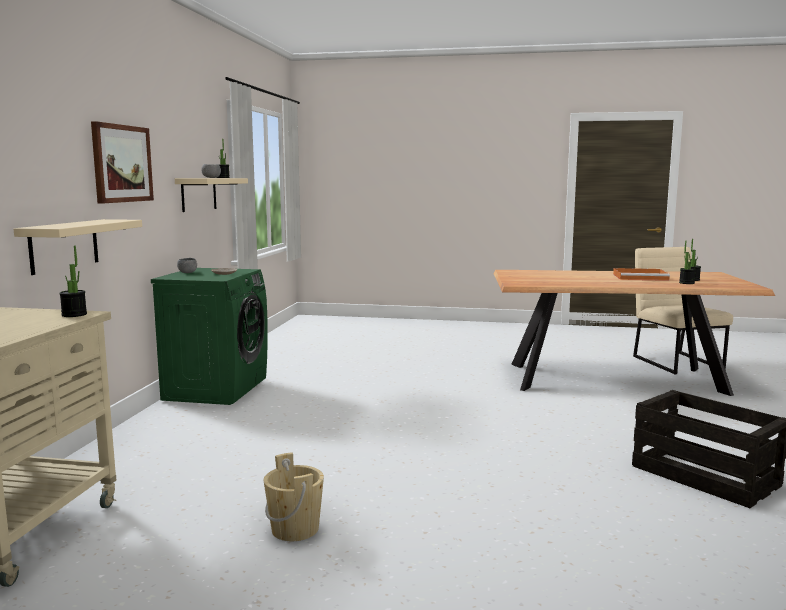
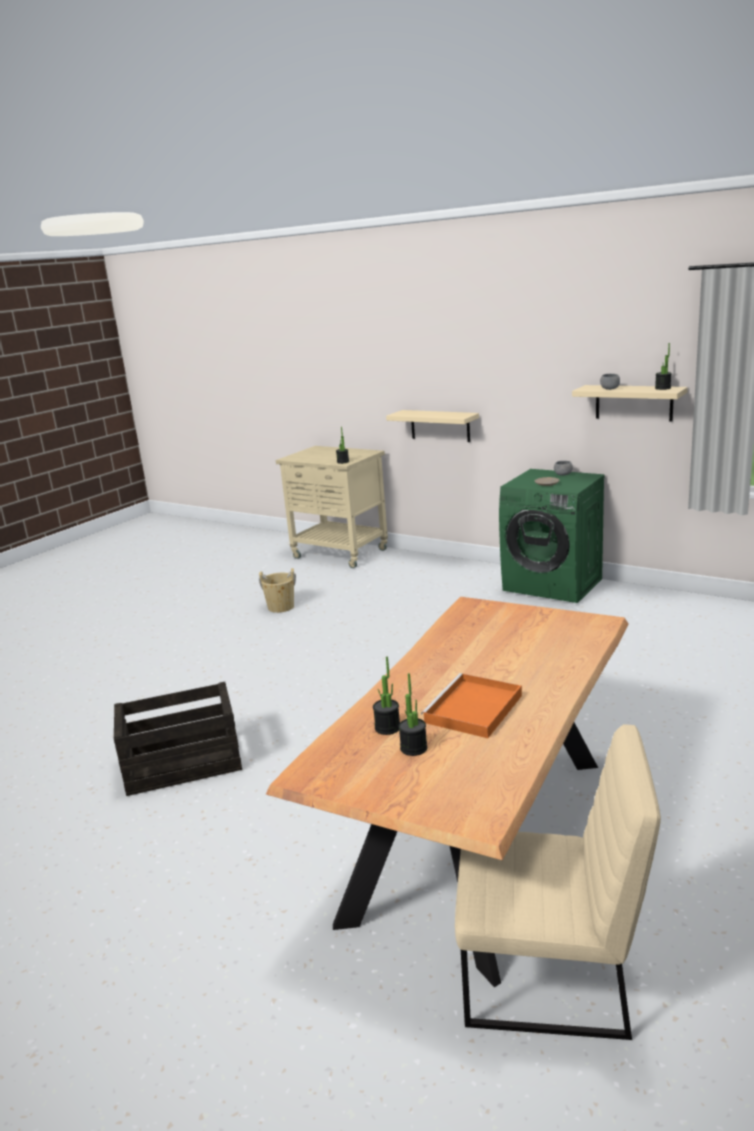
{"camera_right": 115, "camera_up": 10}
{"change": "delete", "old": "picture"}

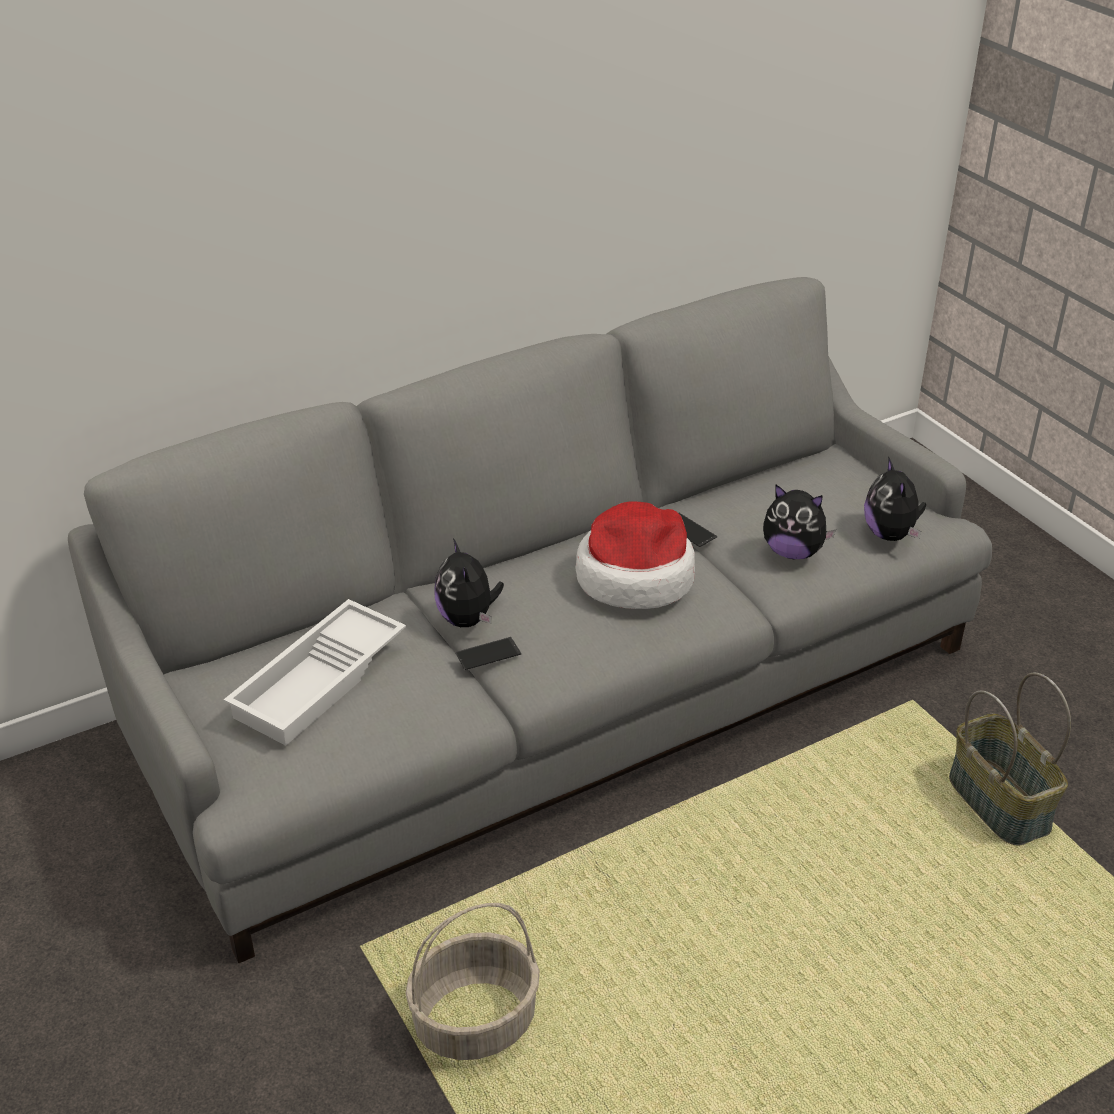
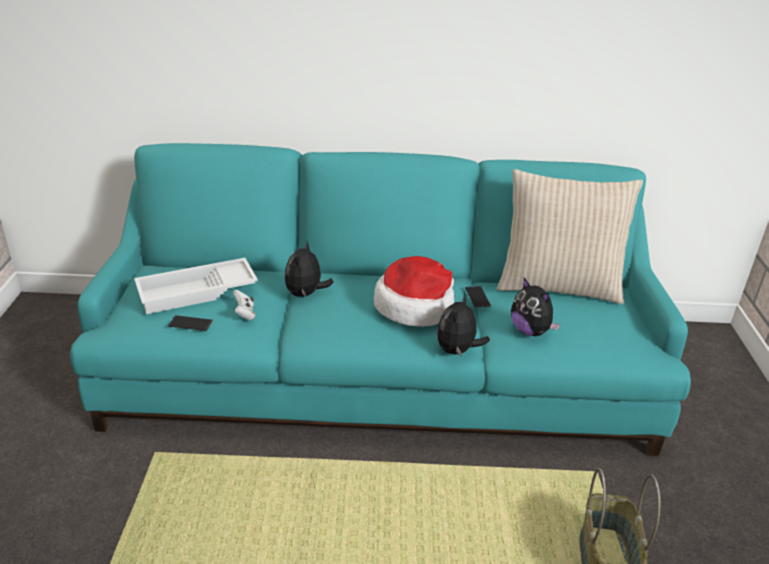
{"camera_right": 30, "camera_up": -5}
{"change": "recolor", "old": "grey sofa", "new": "turquoise sofa"}
{"change": "delete", "old": "basket (1st from left)"}
{"change": "move", "old": "phone (1st from left)"}
{"change": "move", "old": "plush toy (3rd from left in the first image)", "new": "plush toy (2nd from left)"}
{"change": "insert", "new": "white game controller"}
{"change": "insert", "new": "beige pillow"}

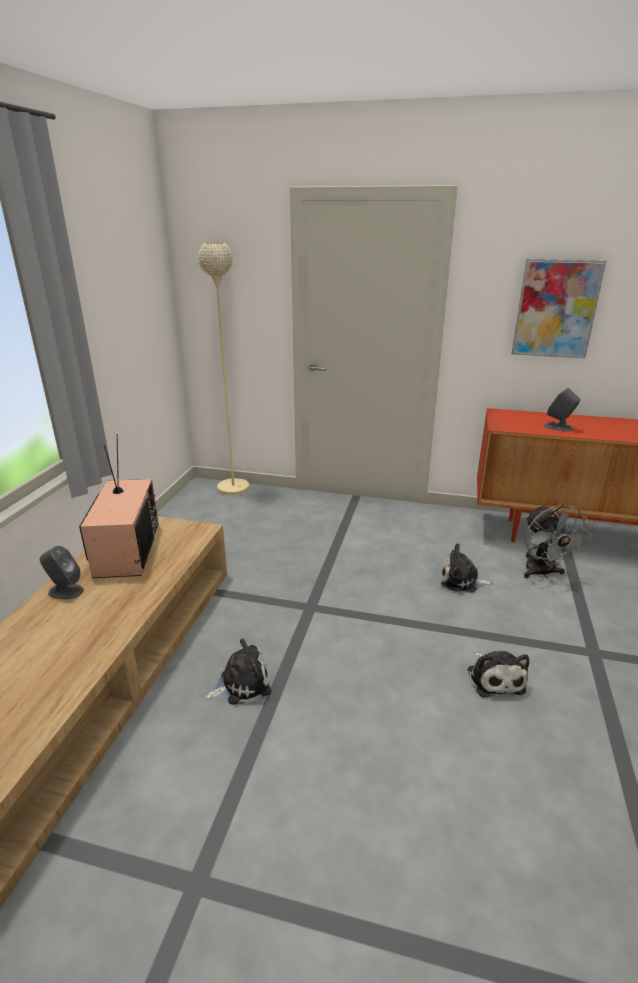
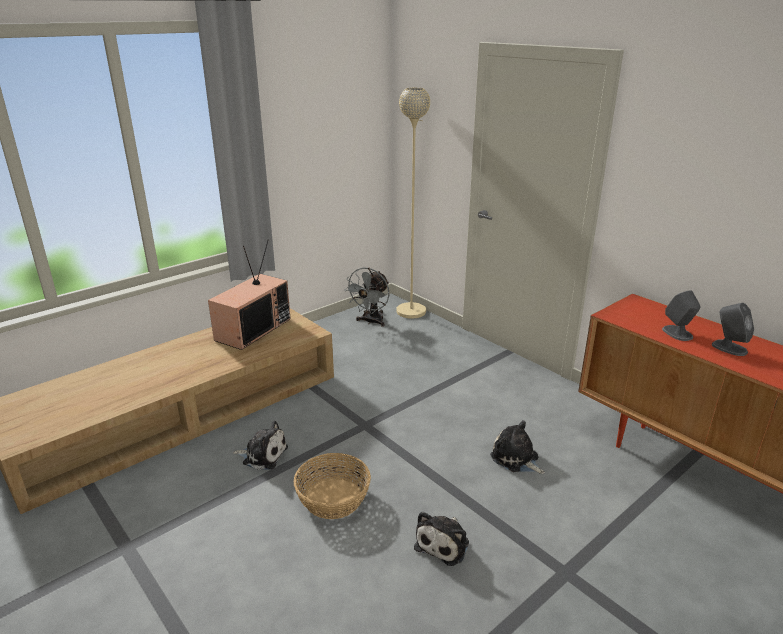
{"camera_right": 35, "camera_up": 0}
{"change": "move", "old": "grey speaker (1st from left in the first image)", "new": "grey speaker (2nd from left)"}
{"change": "delete", "old": "picture"}
{"change": "move", "old": "grey fan"}
{"change": "insert", "new": "basket"}

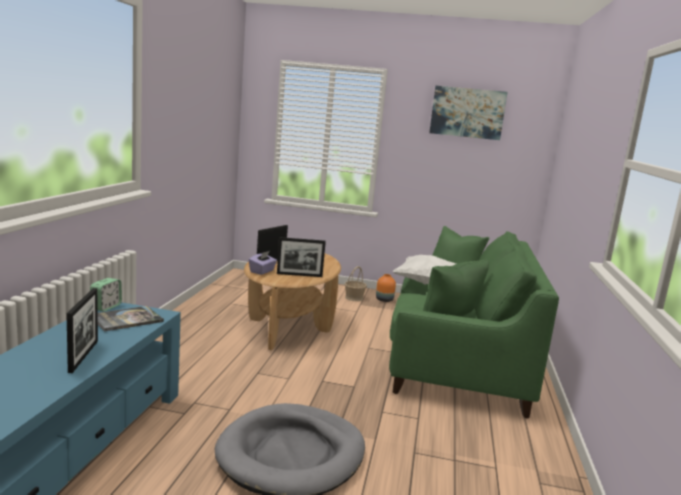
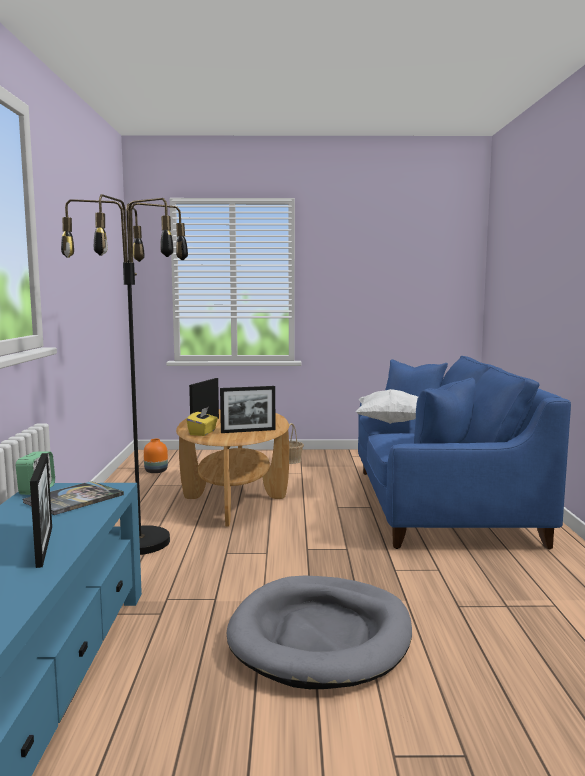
{"camera_right": -10, "camera_up": -5}
{"change": "recolor", "old": "purple tissue box", "new": "yellow tissue box"}
{"change": "move", "old": "orange vase"}
{"change": "recolor", "old": "green sofa", "new": "blue sofa"}
{"change": "delete", "old": "picture"}
{"change": "insert", "new": "floor lamp"}

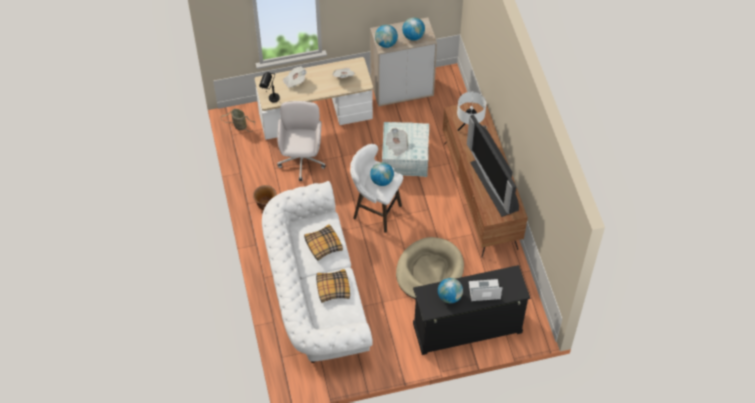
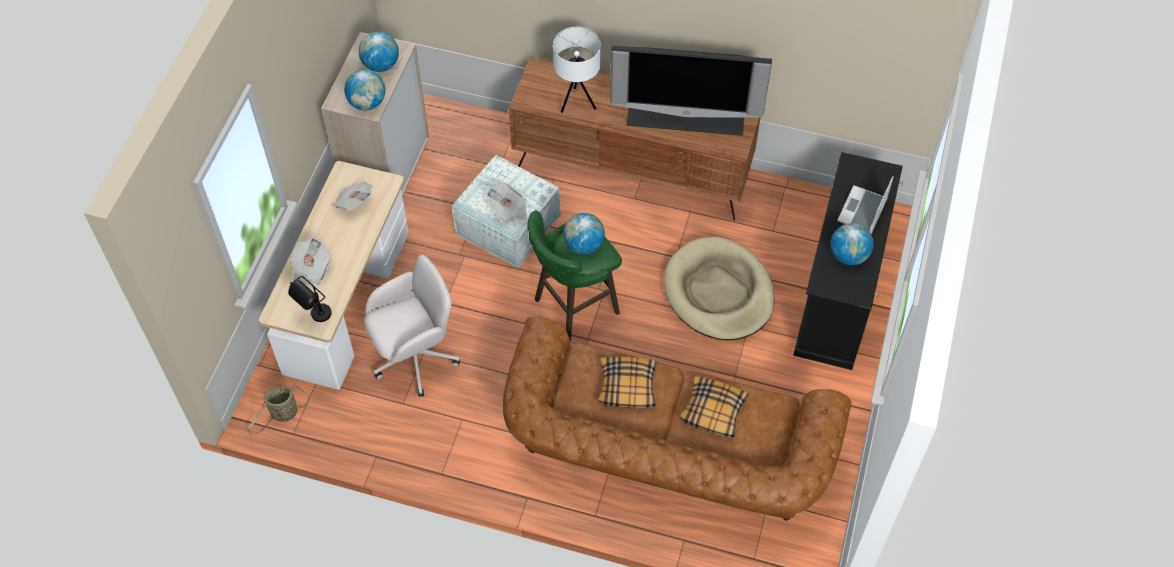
{"camera_right": -60, "camera_up": 0}
{"change": "delete", "old": "brown planter"}
{"change": "recolor", "old": "white sofa", "new": "brown sofa"}
{"change": "rotate", "old": "white office chair", "degrees": 120}
{"change": "recolor", "old": "white stool", "new": "green stool"}

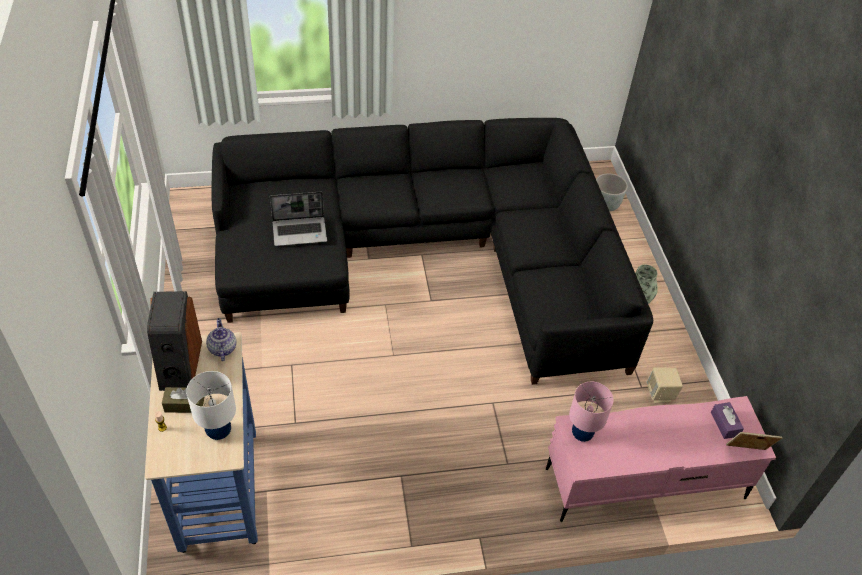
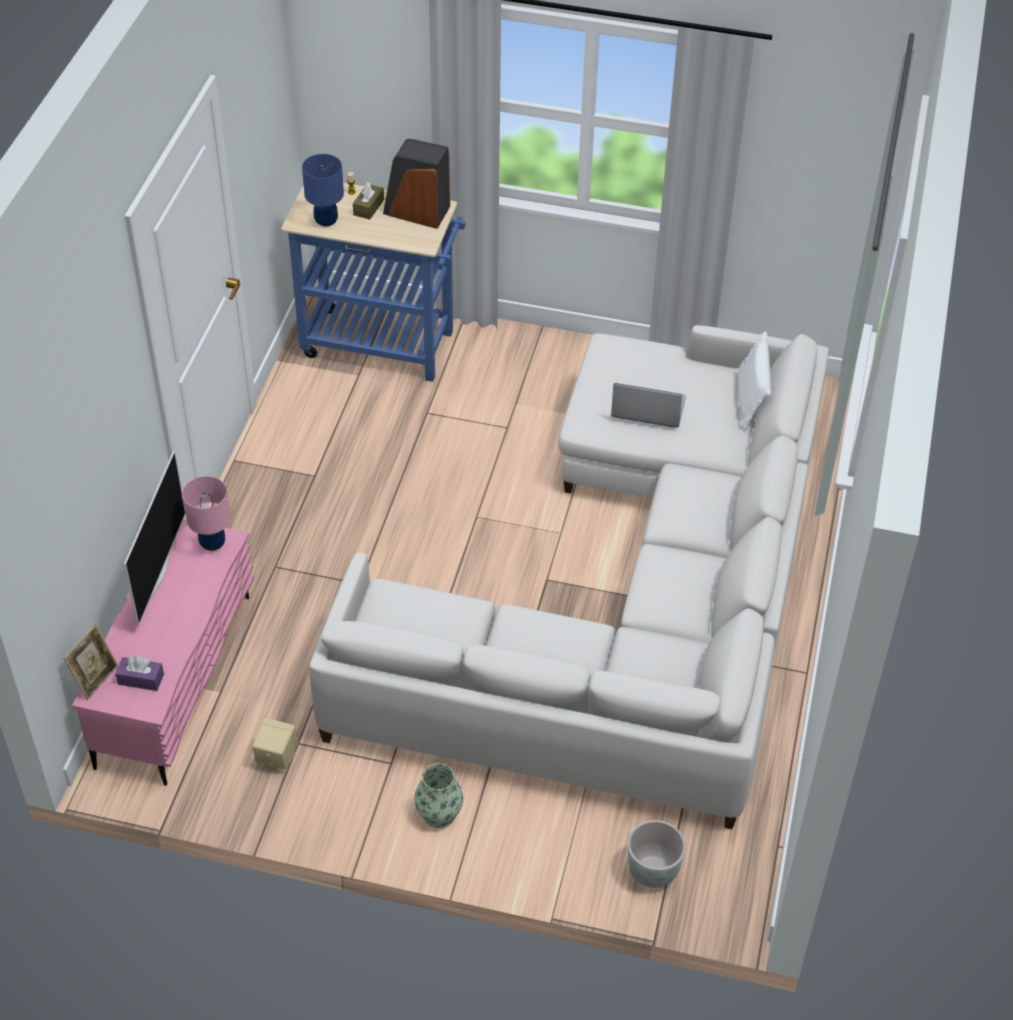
{"camera_right": 115, "camera_up": 0}
{"change": "recolor", "old": "white table lamp", "new": "blue table lamp"}
{"change": "delete", "old": "teapot"}
{"change": "recolor", "old": "black sofa", "new": "white sofa"}
{"change": "rotate", "old": "laptop", "degrees": 90}
{"change": "insert", "new": "television"}
{"change": "insert", "new": "white pillow"}

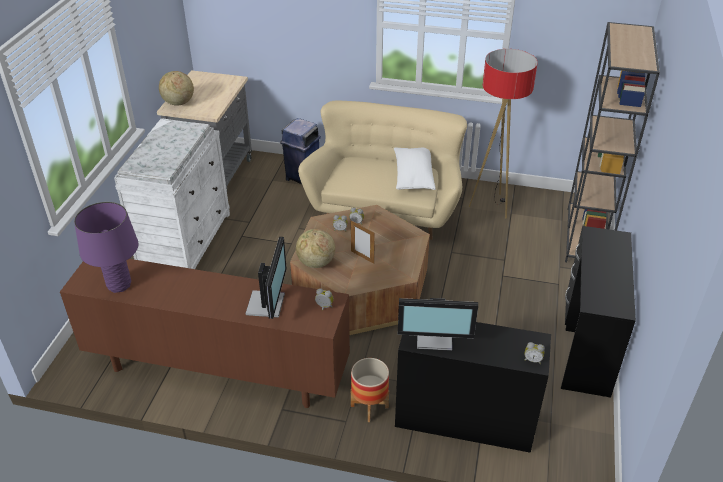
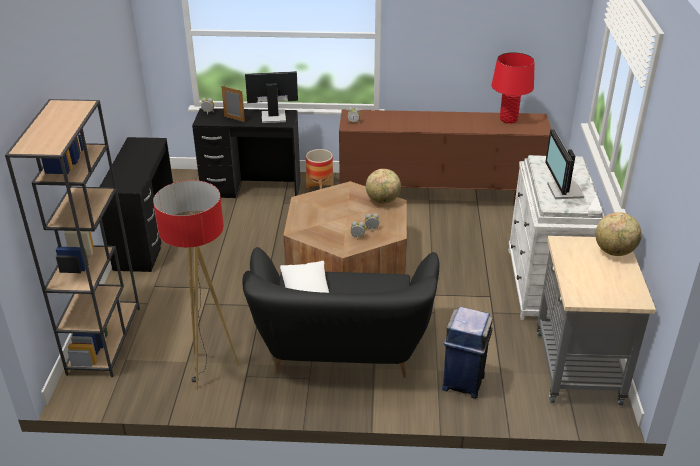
{"camera_right": 170, "camera_up": -5}
{"change": "recolor", "old": "purple table lamp", "new": "red table lamp"}
{"change": "move", "old": "monitor (1st from left in the first image)", "new": "monitor (2nd from left)"}
{"change": "recolor", "old": "beige sofa", "new": "black sofa"}
{"change": "move", "old": "picture frame"}

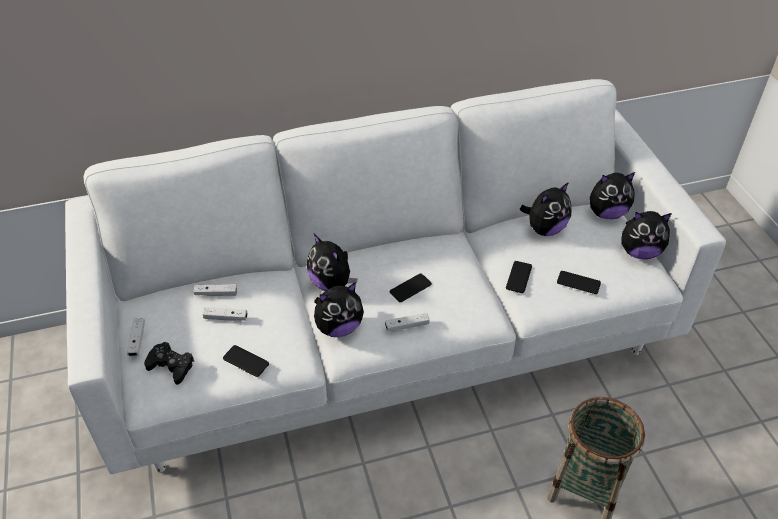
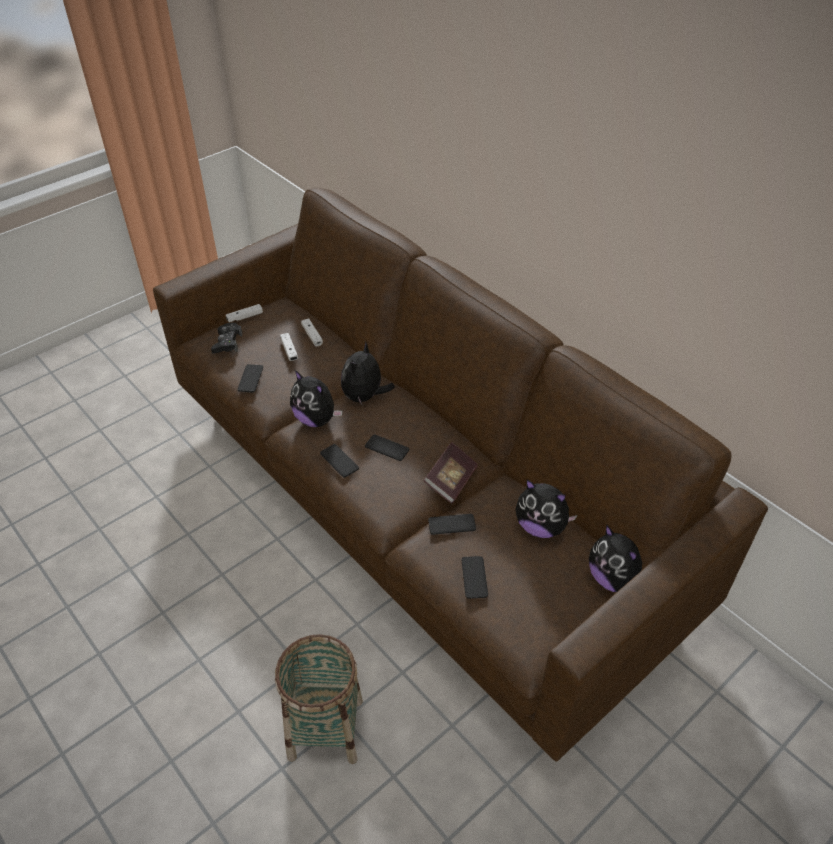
{"camera_right": 65, "camera_up": 0}
{"change": "recolor", "old": "white sofa", "new": "brown sofa"}
{"change": "replace", "old": "white game controller (4th from left)", "new": "phone (2nd from left)"}
{"change": "delete", "old": "plush toy (5th from left)"}
{"change": "insert", "new": "book"}

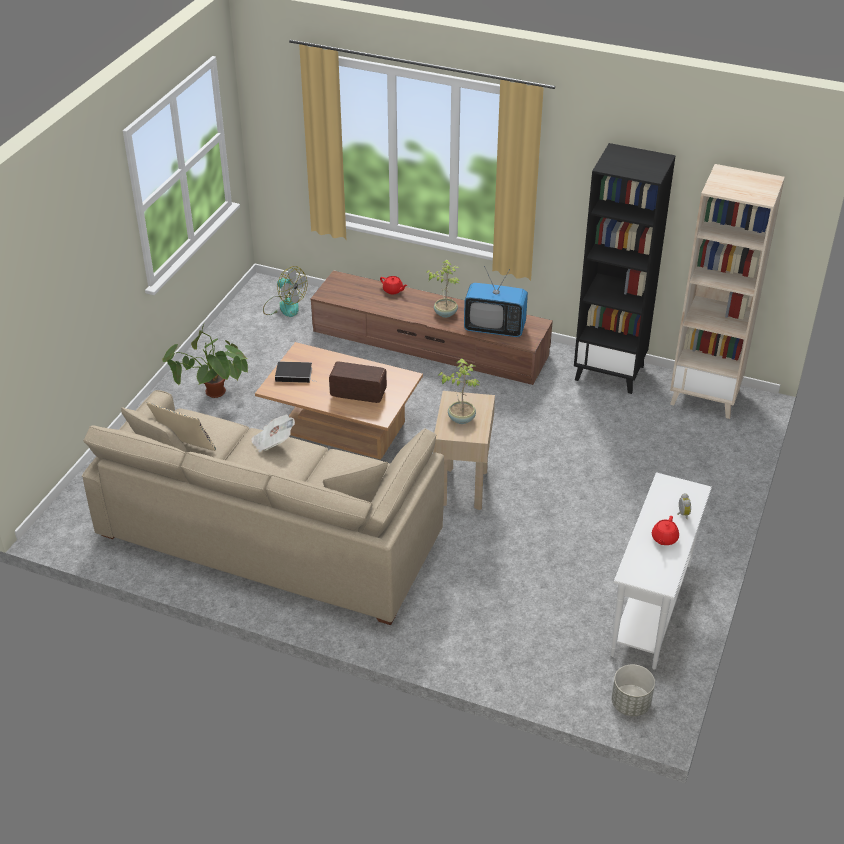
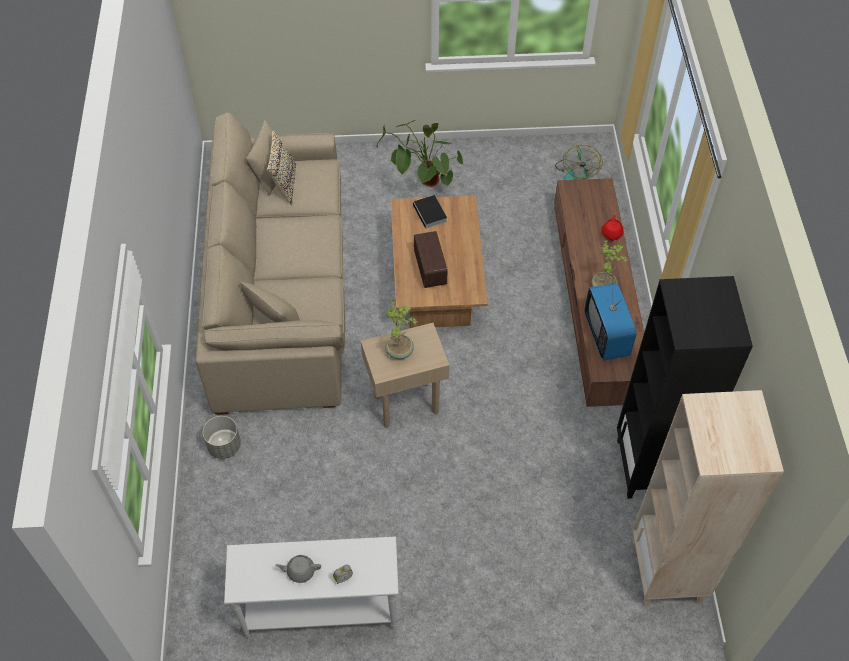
{"camera_right": 65, "camera_up": 15}
{"change": "delete", "old": "newspaper"}
{"change": "move", "old": "grey planter"}
{"change": "recolor", "old": "red teapot (2nd from left)", "new": "grey teapot"}

